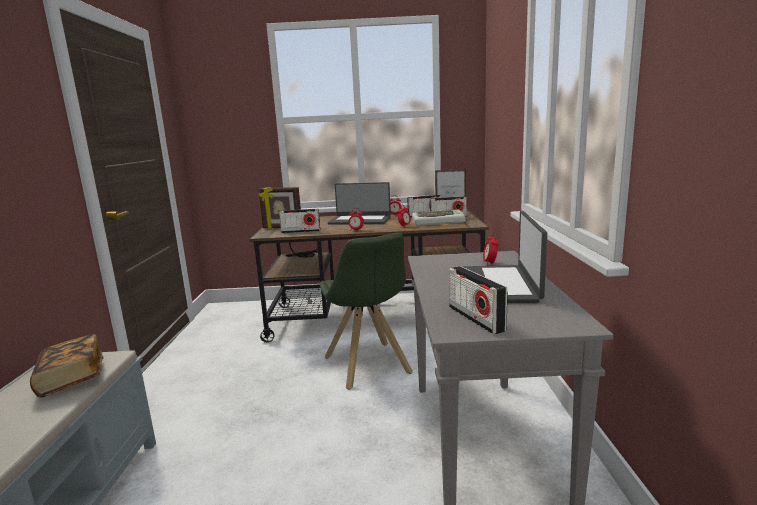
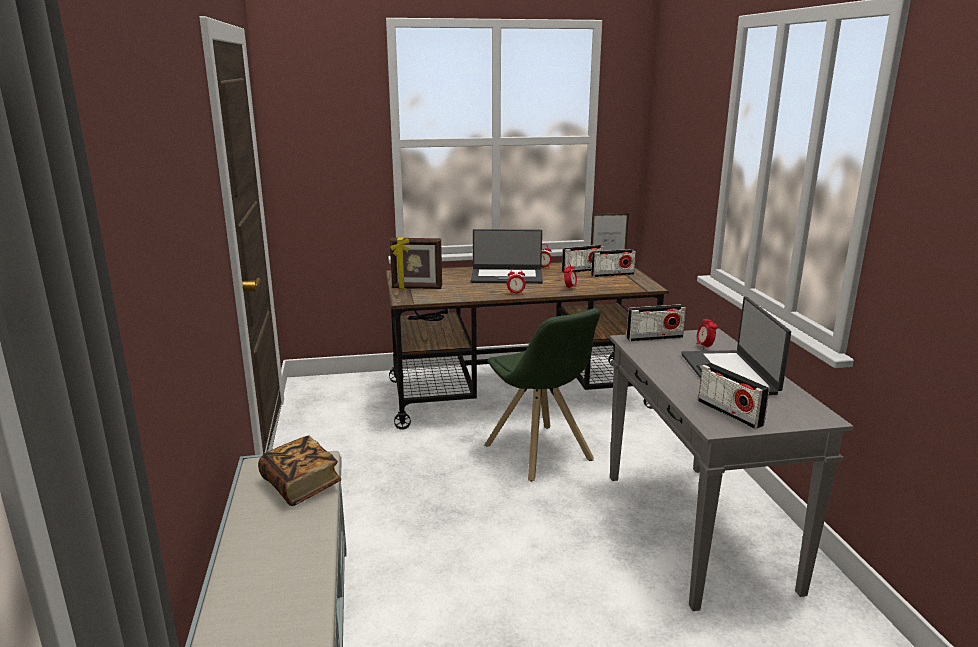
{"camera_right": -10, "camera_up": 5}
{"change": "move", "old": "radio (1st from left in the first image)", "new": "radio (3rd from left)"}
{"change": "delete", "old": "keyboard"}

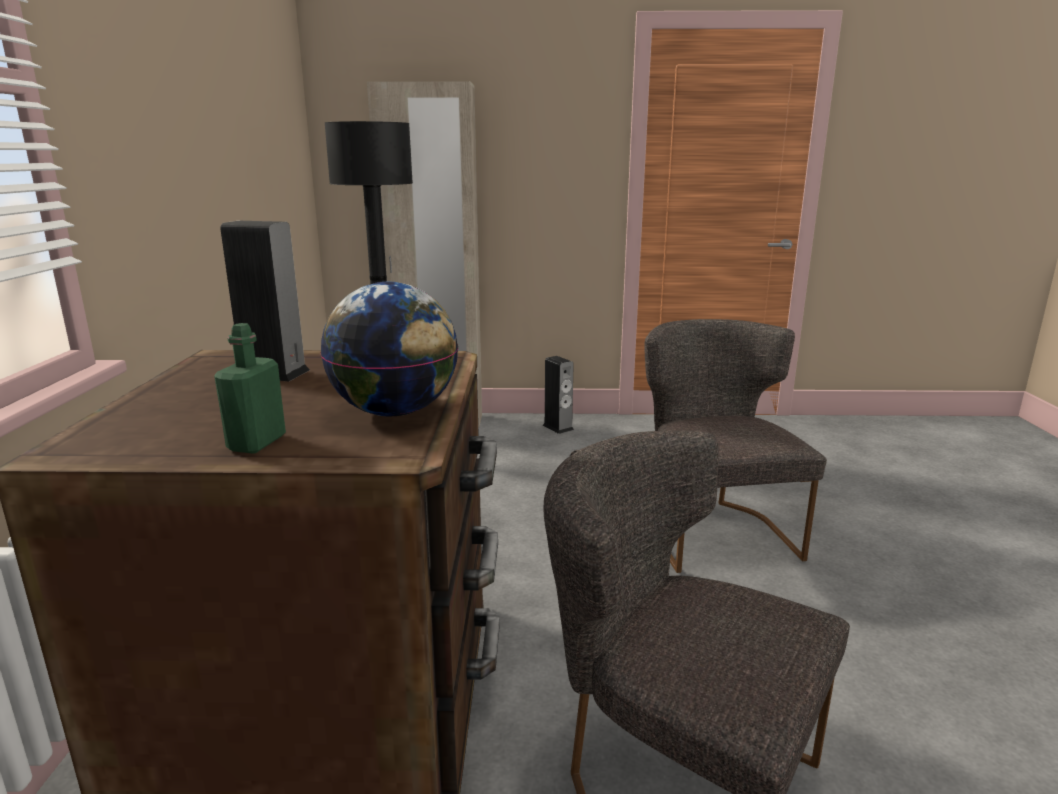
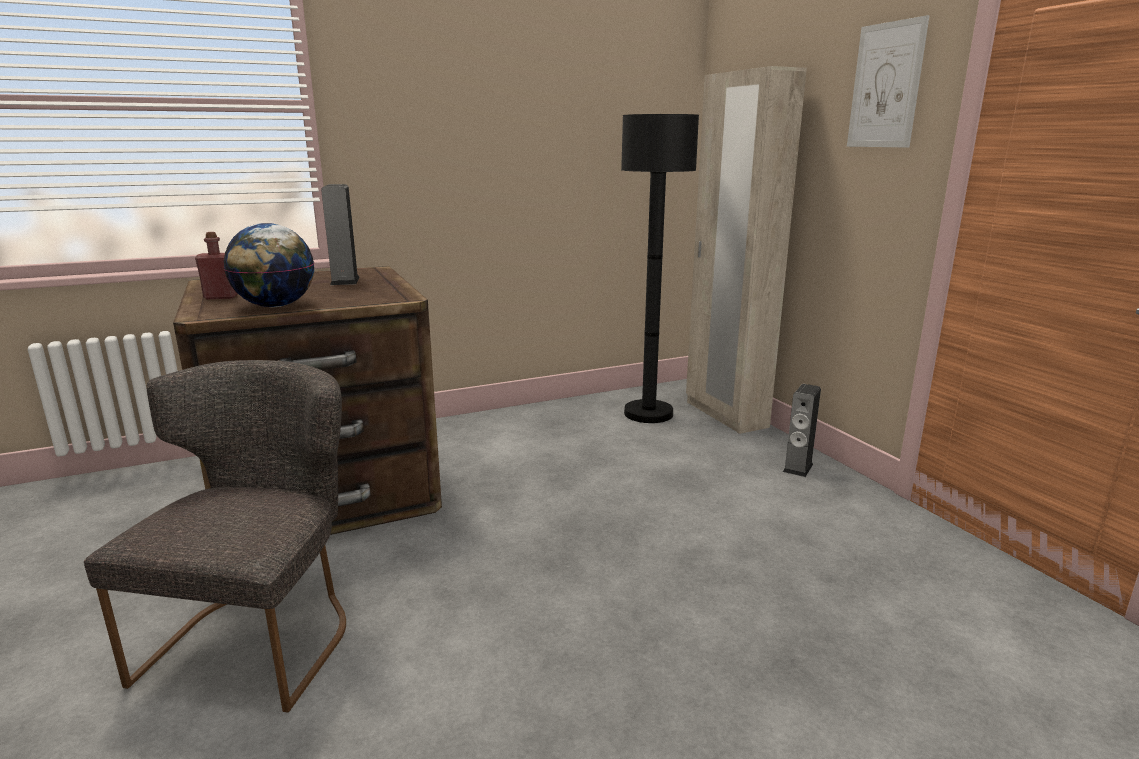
{"camera_right": 65, "camera_up": 0}
{"change": "recolor", "old": "green bottle", "new": "red bottle"}
{"change": "delete", "old": "grey chair (2nd from left)"}
{"change": "insert", "new": "picture"}

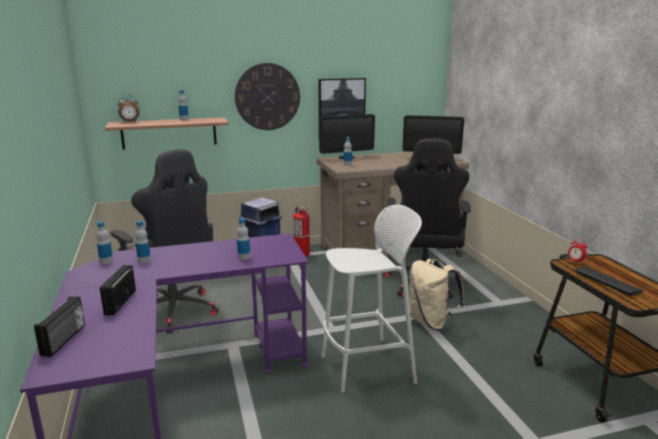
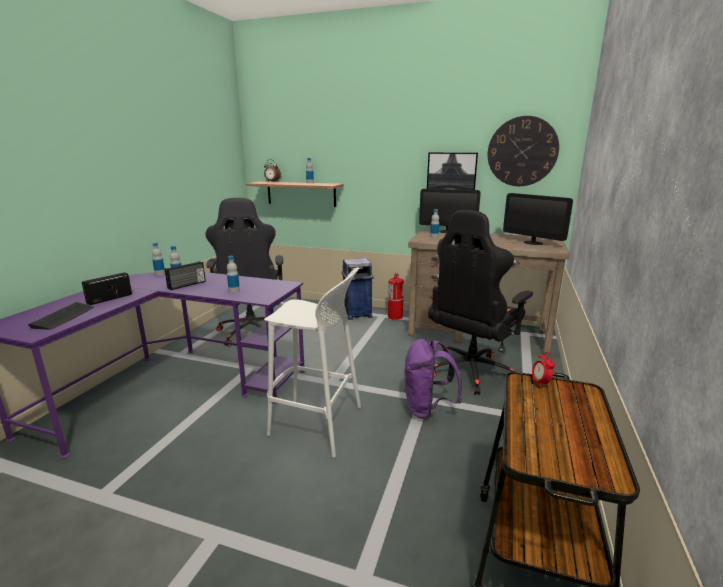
{"camera_right": 35, "camera_up": 0}
{"change": "move", "old": "radio (1st from left in the first image)", "new": "radio (2nd from left)"}
{"change": "move", "old": "wall clock"}
{"change": "recolor", "old": "beige backpack", "new": "purple backpack"}
{"change": "move", "old": "keyboard"}

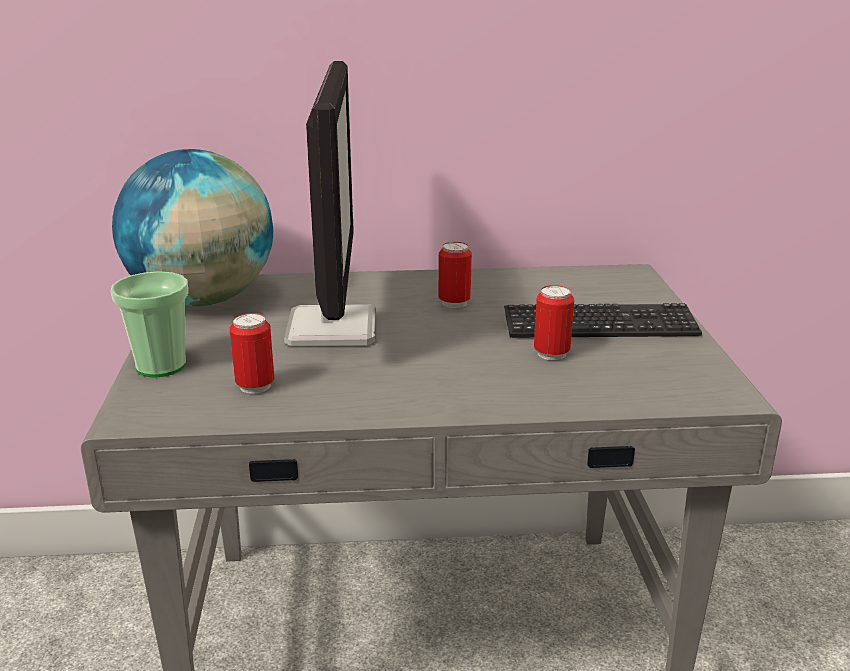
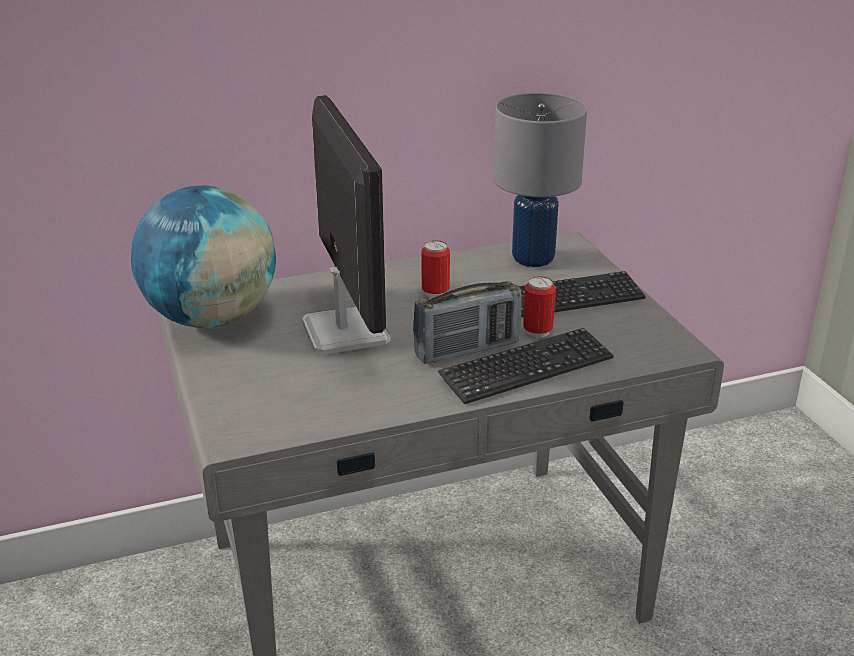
{"camera_right": -15, "camera_up": 5}
{"change": "delete", "old": "cup"}
{"change": "delete", "old": "can (1st from left)"}
{"change": "insert", "new": "radio"}
{"change": "insert", "new": "keyboard (1st from left)"}
{"change": "insert", "new": "grey table lamp"}

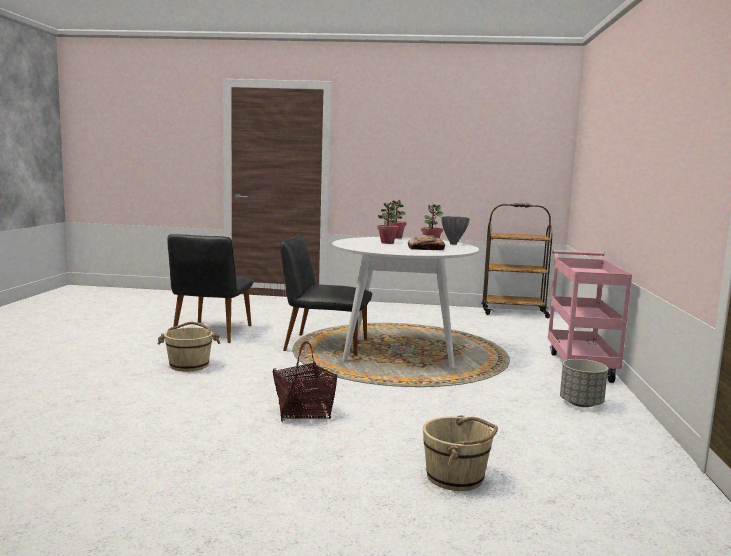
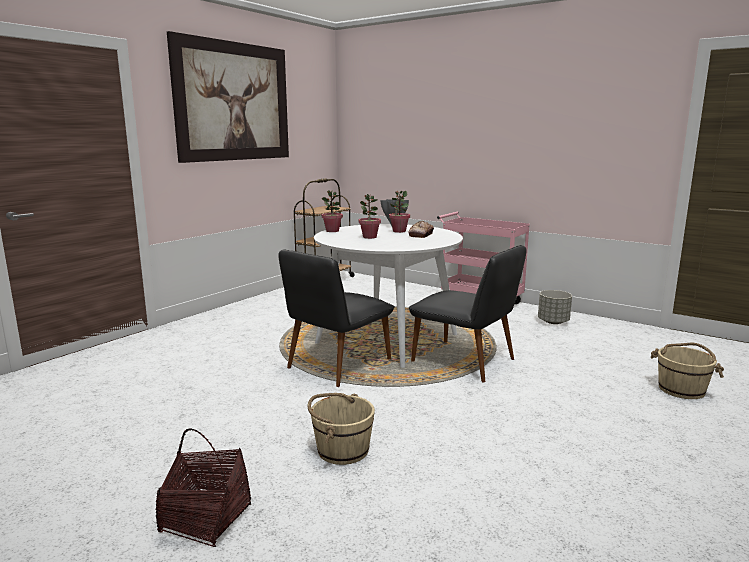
{"camera_right": -60, "camera_up": 5}
{"change": "move", "old": "black chair (1st from left in the first image)", "new": "black chair (2nd from left)"}
{"change": "move", "old": "basket"}
{"change": "insert", "new": "picture"}

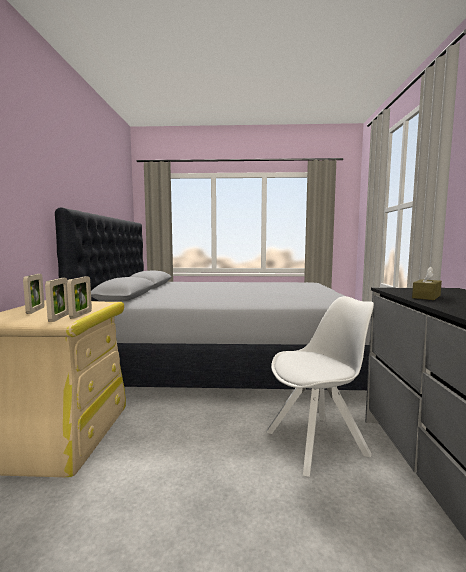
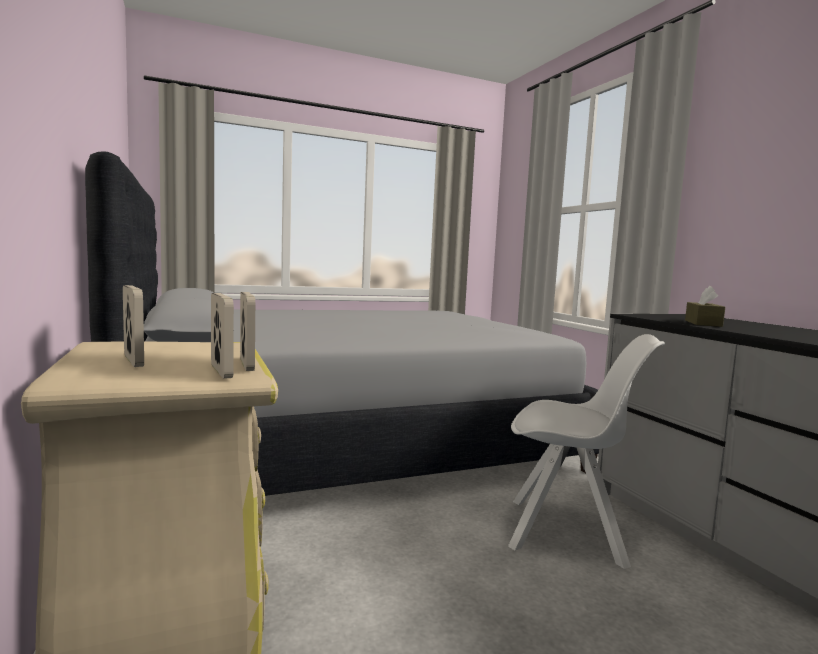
{"camera_right": -25, "camera_up": 0}
{"change": "rotate", "old": "white chair", "degrees": 60}

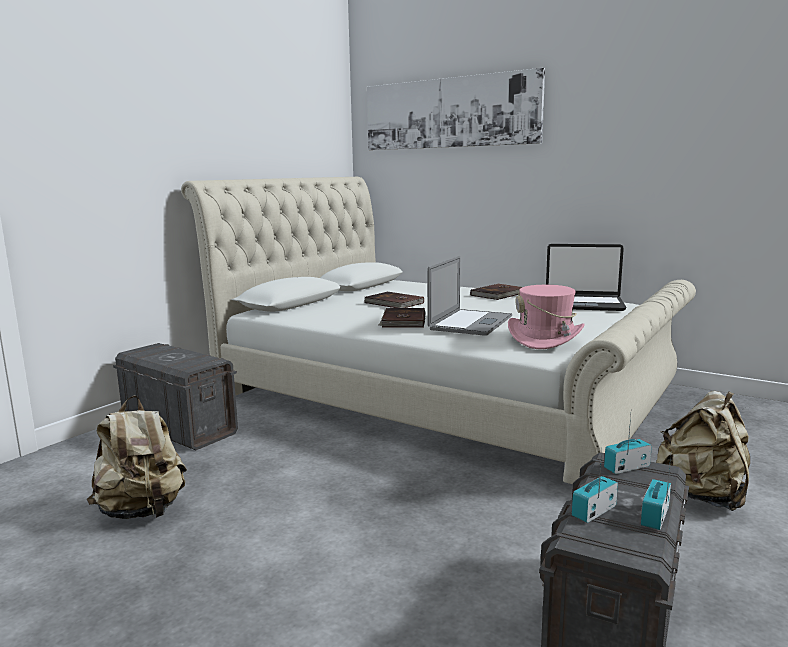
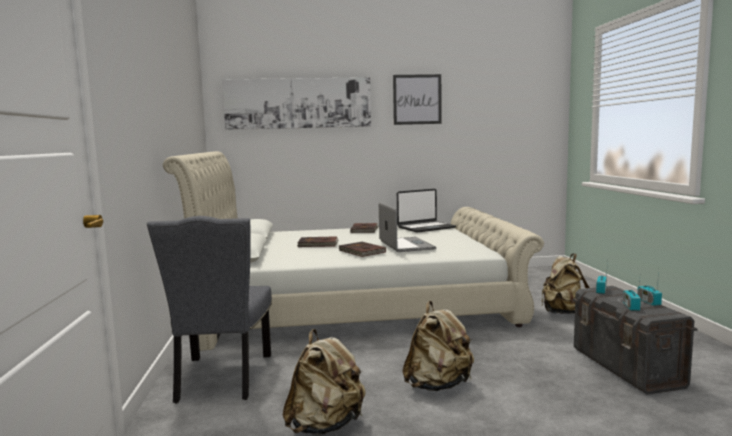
{"camera_right": -40, "camera_up": -5}
{"change": "replace", "old": "grey storage box (1st from left)", "new": "grey chair"}
{"change": "delete", "old": "pink hat"}
{"change": "insert", "new": "picture (2nd from left)"}
{"change": "insert", "new": "beige backpack (2nd from left)"}

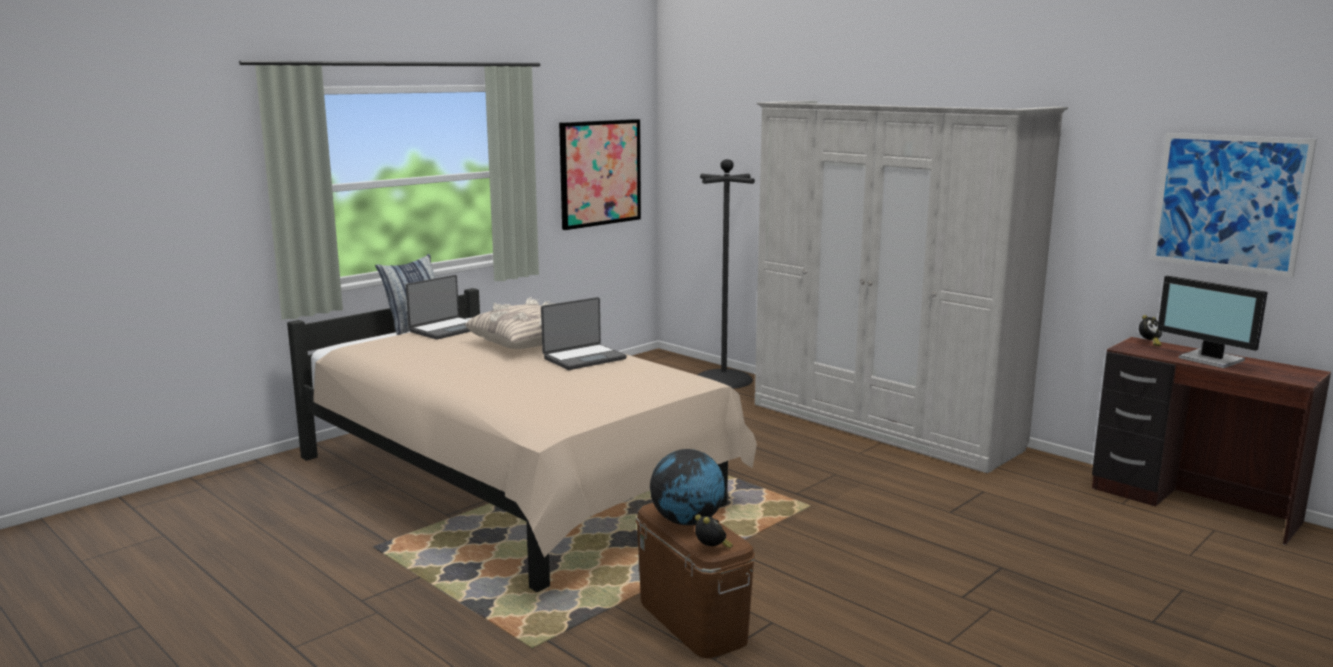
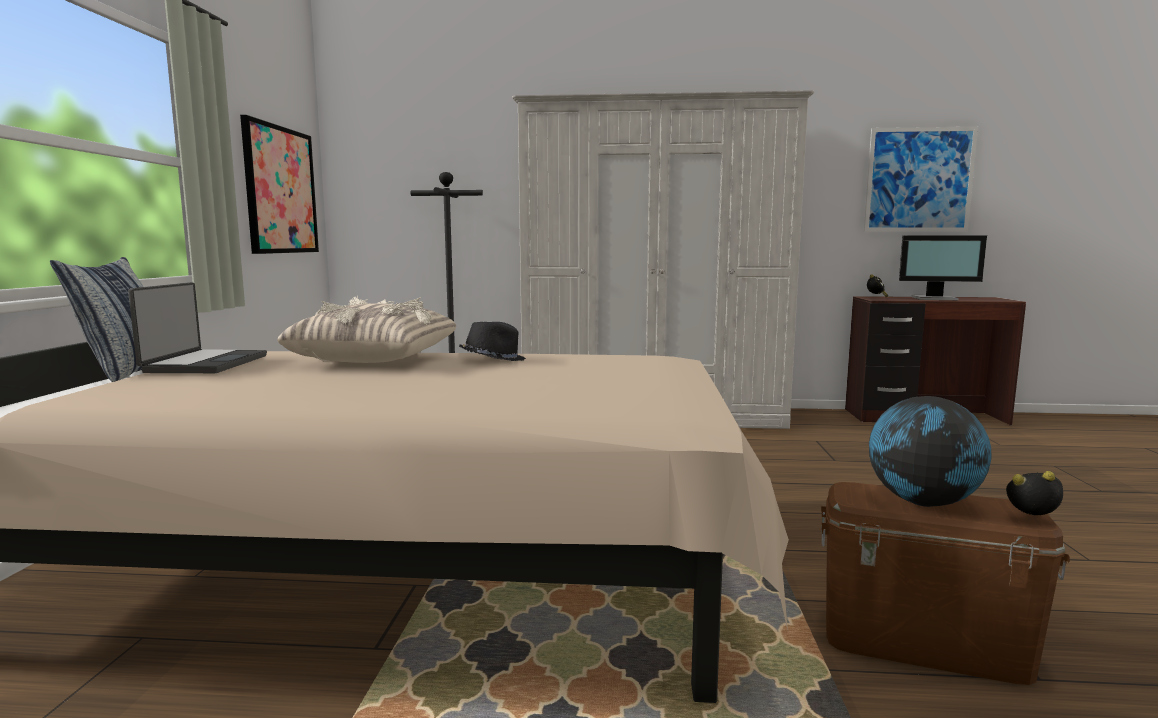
{"camera_right": -40, "camera_up": -5}
{"change": "replace", "old": "laptop (2nd from left)", "new": "black hat"}

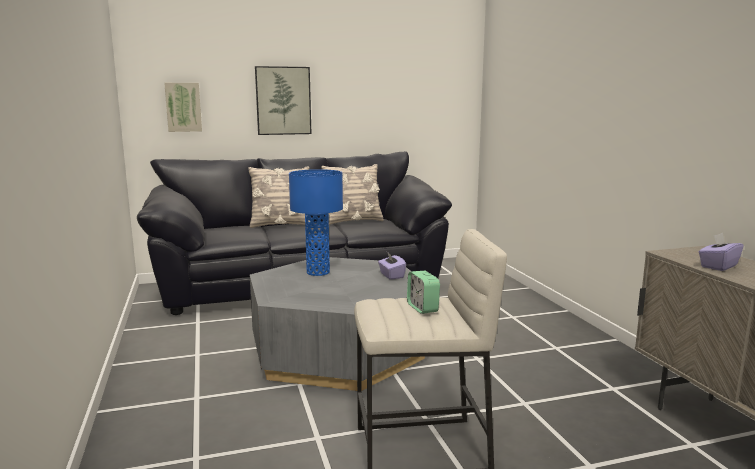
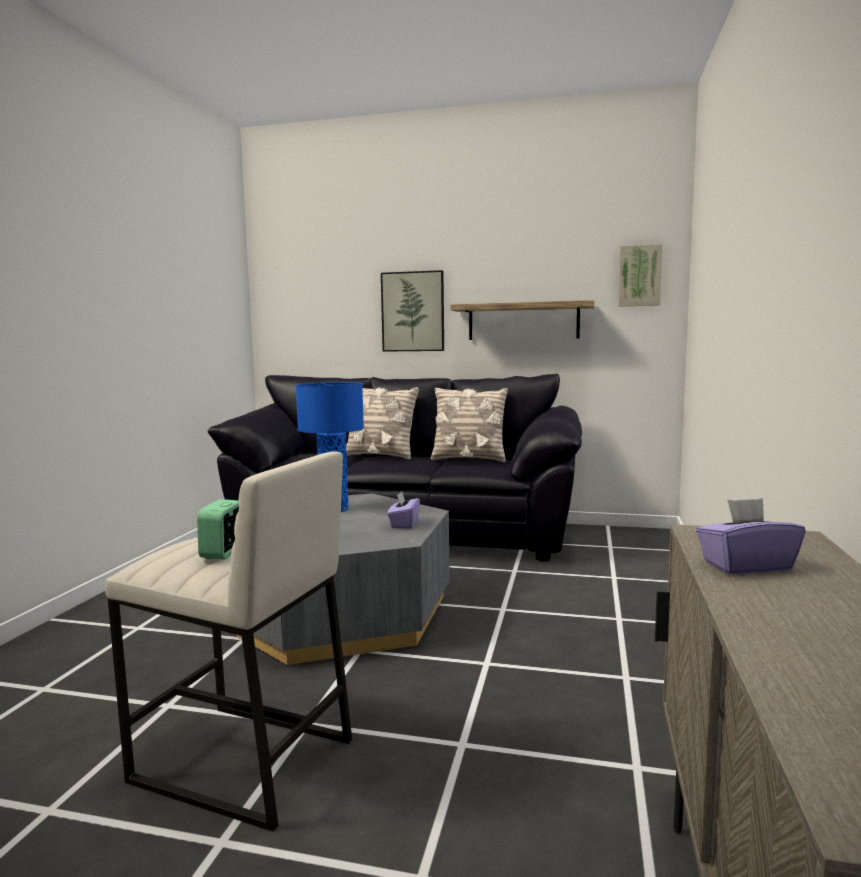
{"camera_right": 30, "camera_up": -5}
{"change": "move", "old": "picture (1st from left in the first image)", "new": "picture (2nd from left)"}
{"change": "insert", "new": "shelf"}

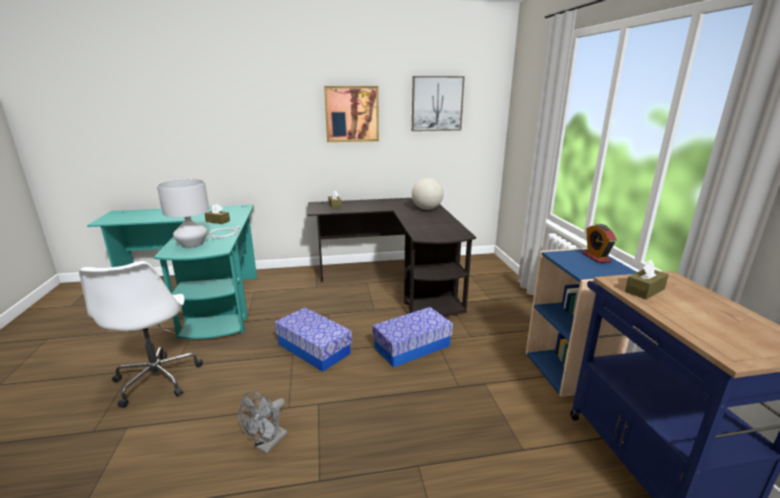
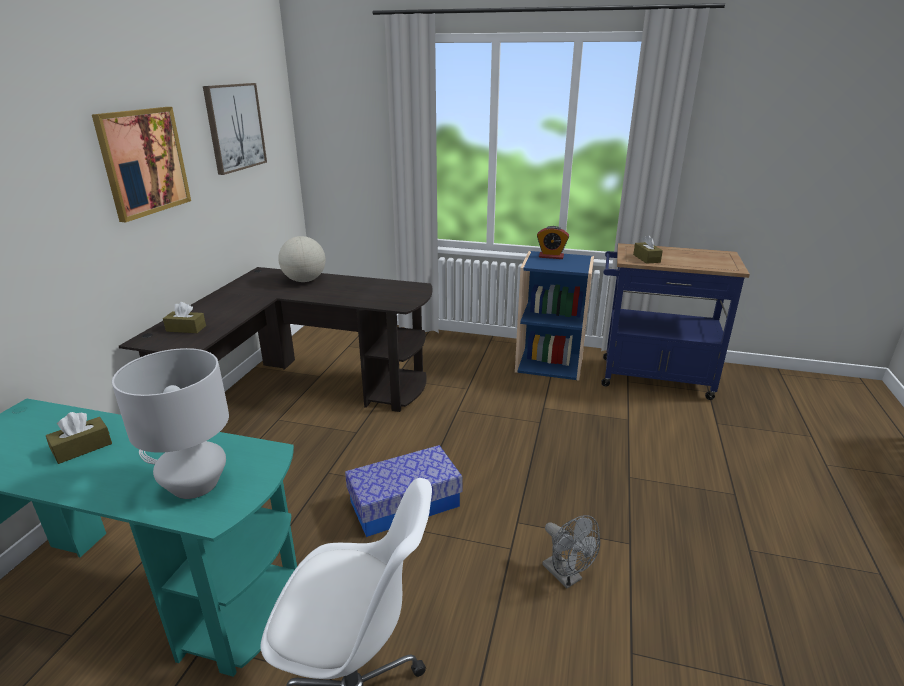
{"camera_right": -65, "camera_up": 5}
{"change": "delete", "old": "storage box (2nd from left)"}

